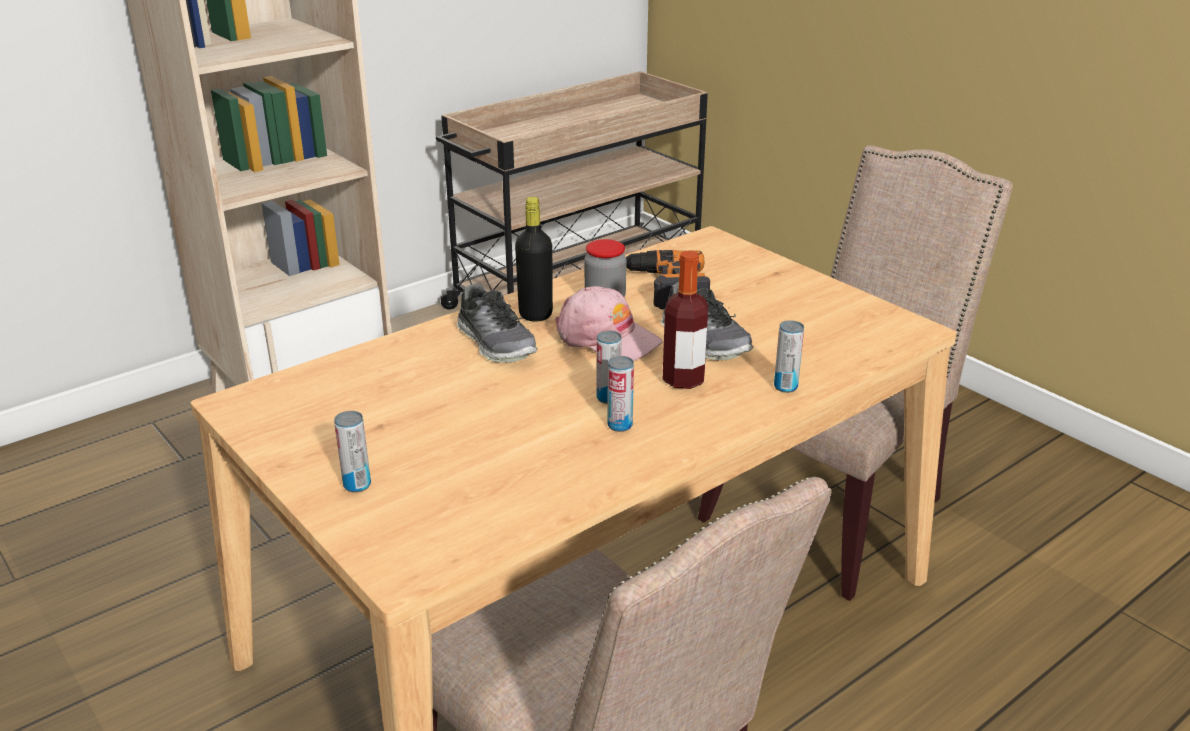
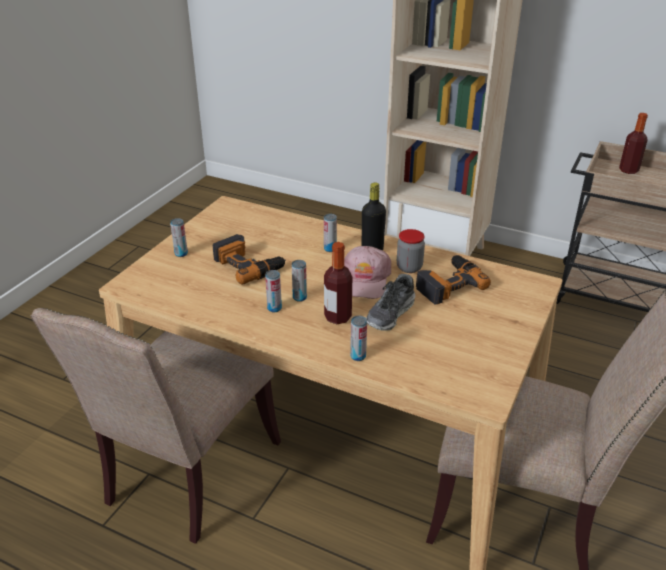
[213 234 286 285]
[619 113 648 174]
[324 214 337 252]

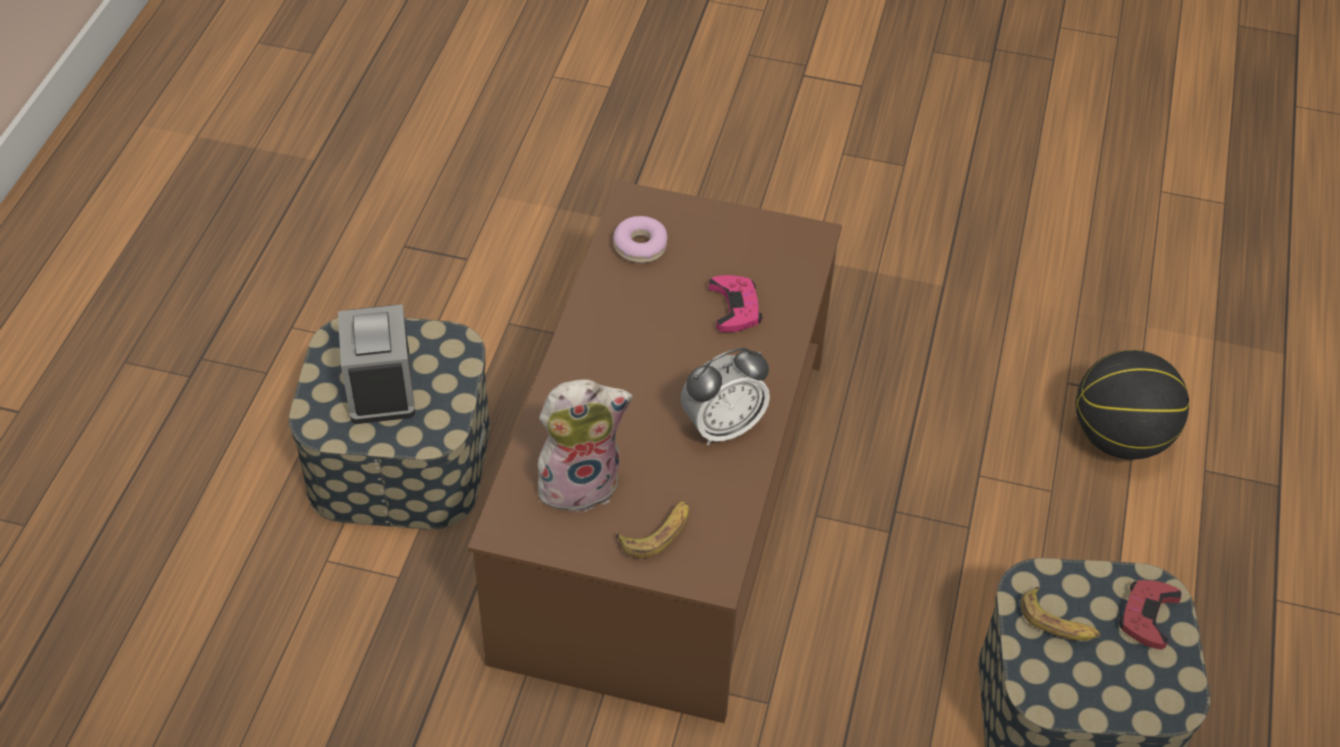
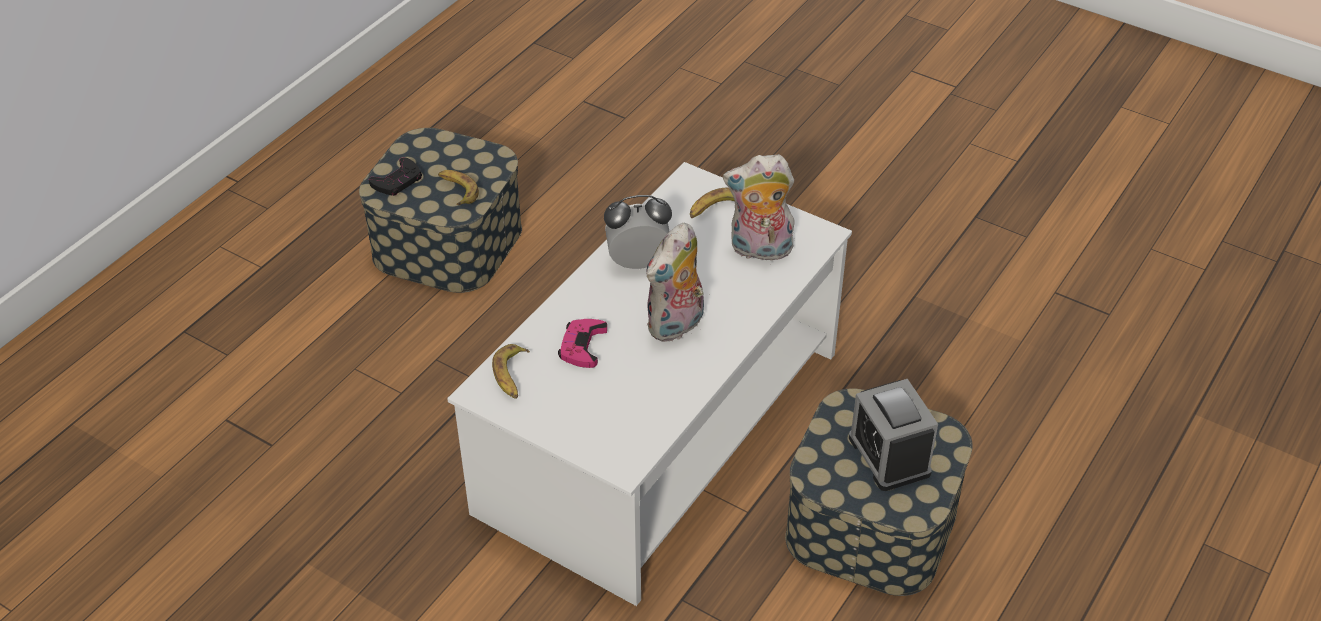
[613 216 667 263] (first image)
[1076 350 1189 460] (first image)
[492 344 530 399]
[647 223 704 342]
[447 162 852 606]
[369 157 422 196]
[849 379 938 491]

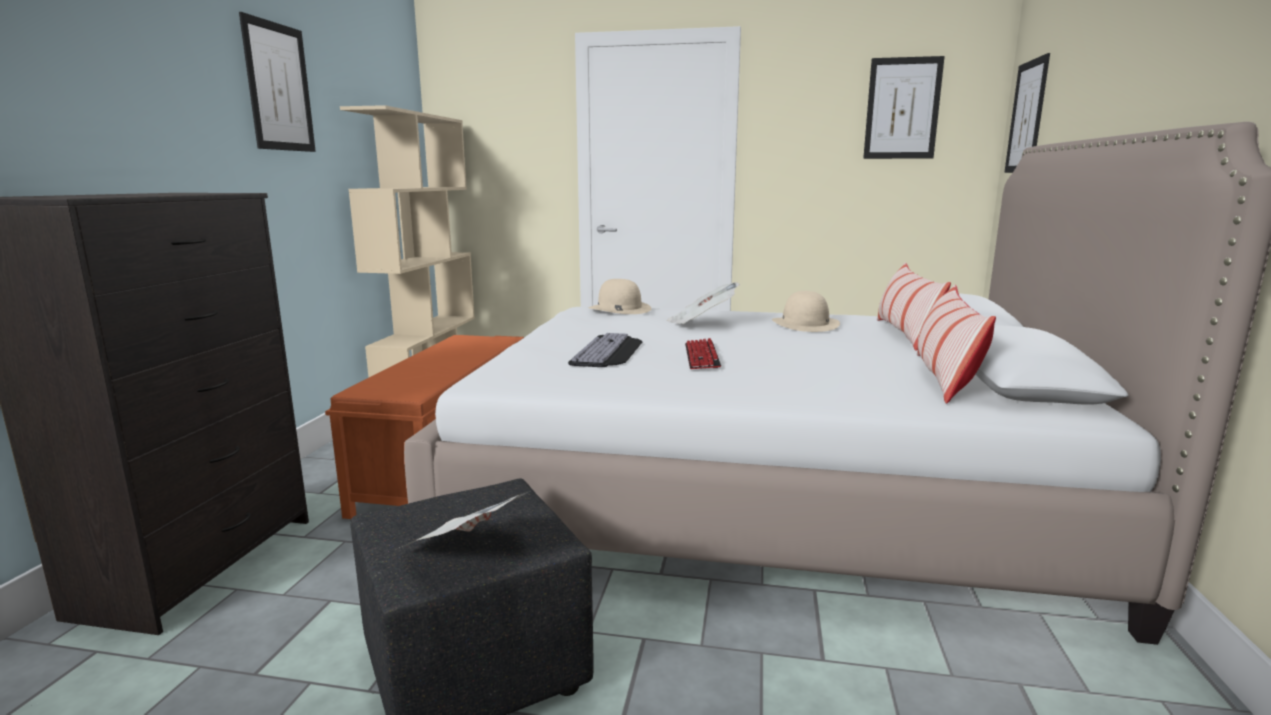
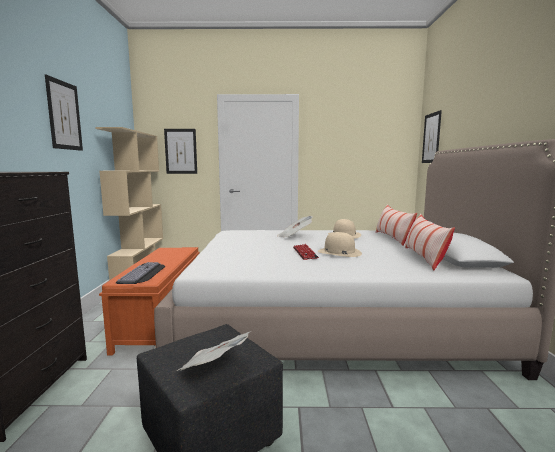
[116 262 165 284]
[318 232 362 257]
[164 129 197 174]

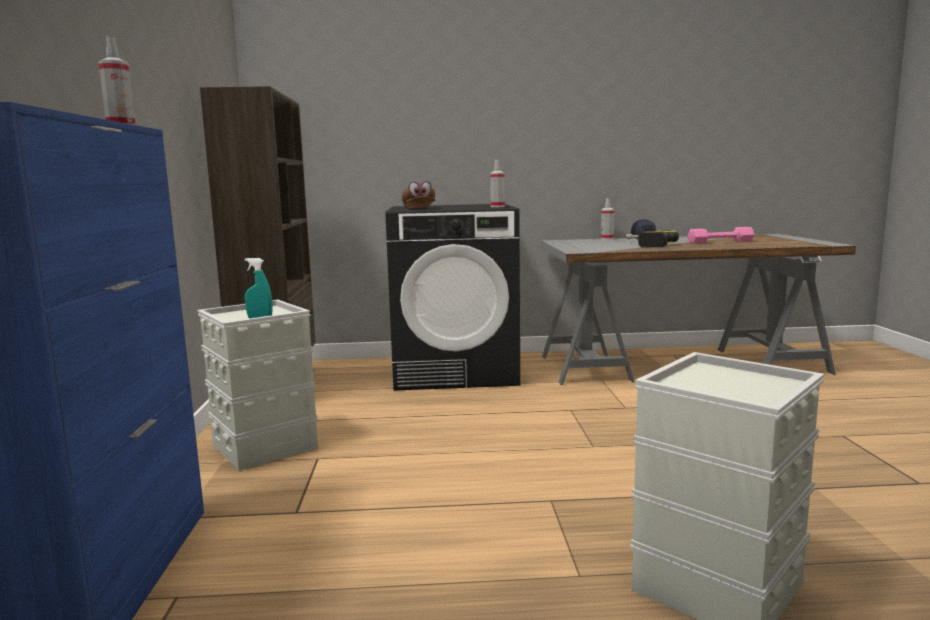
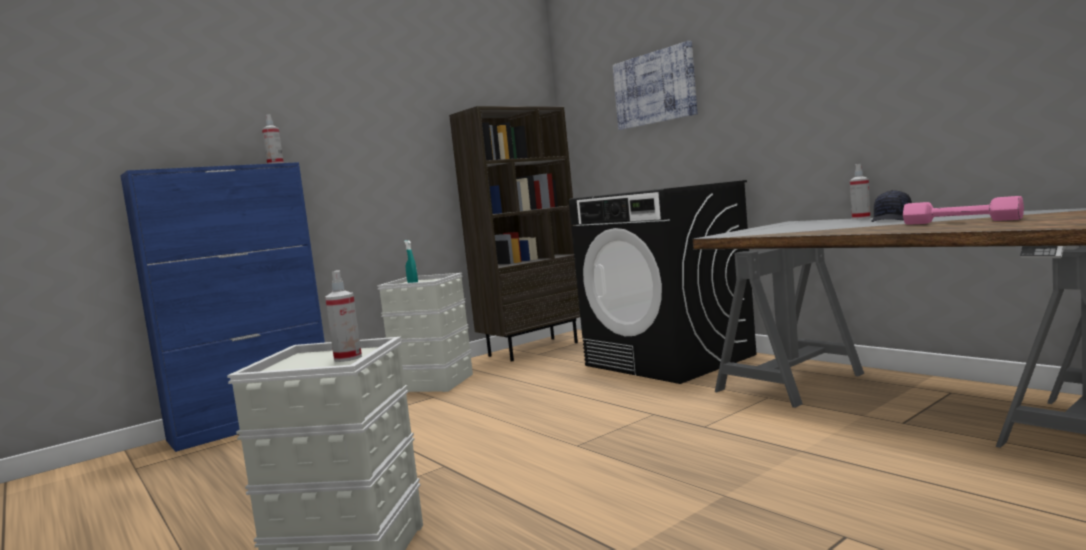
[402 180 435 209] (first image)
[626 231 679 248] (first image)
[613 41 697 130]
[325 270 362 362]

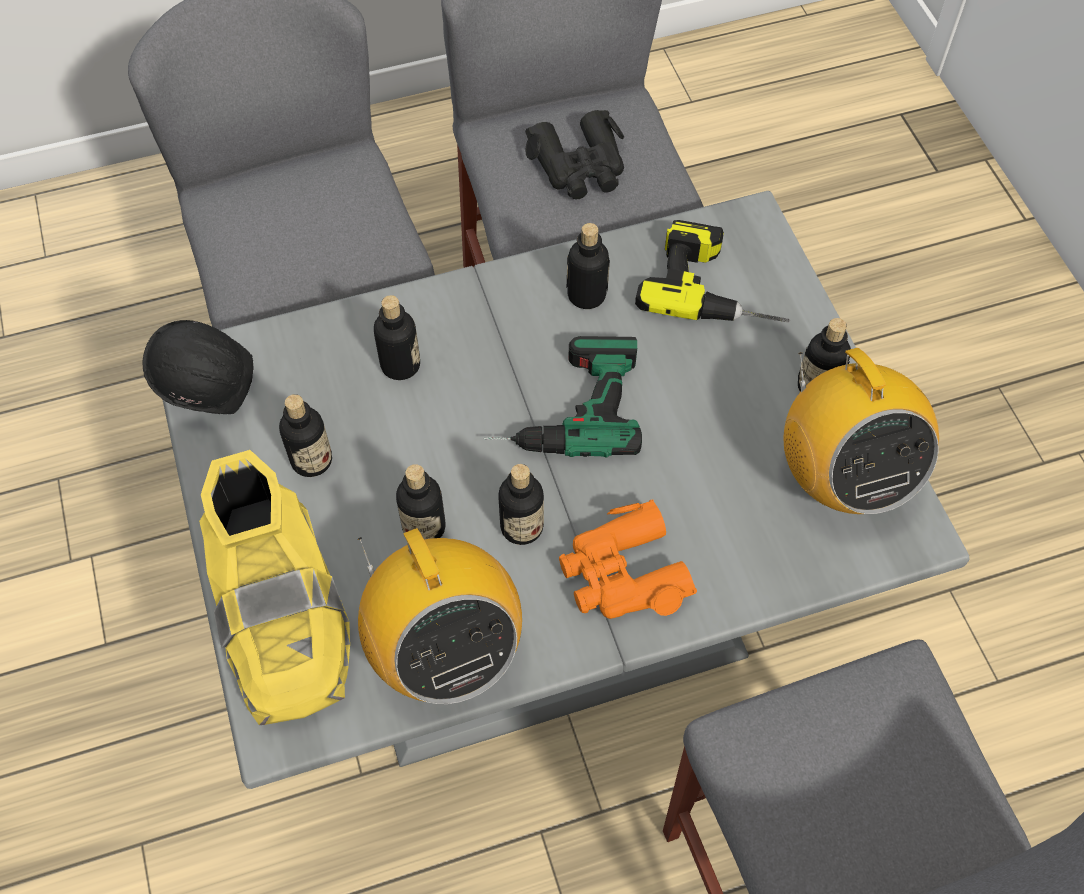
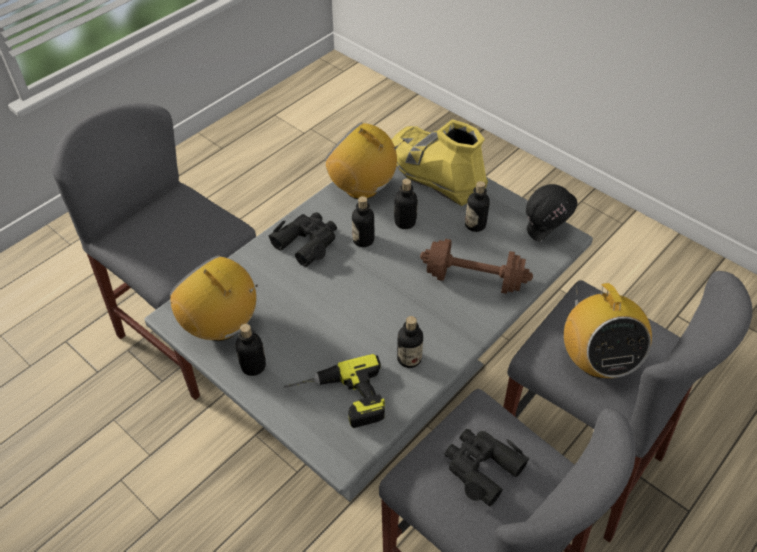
[484 336 642 458] (first image)
[564 283 652 378]
[420 239 533 294]
[269 212 337 267]

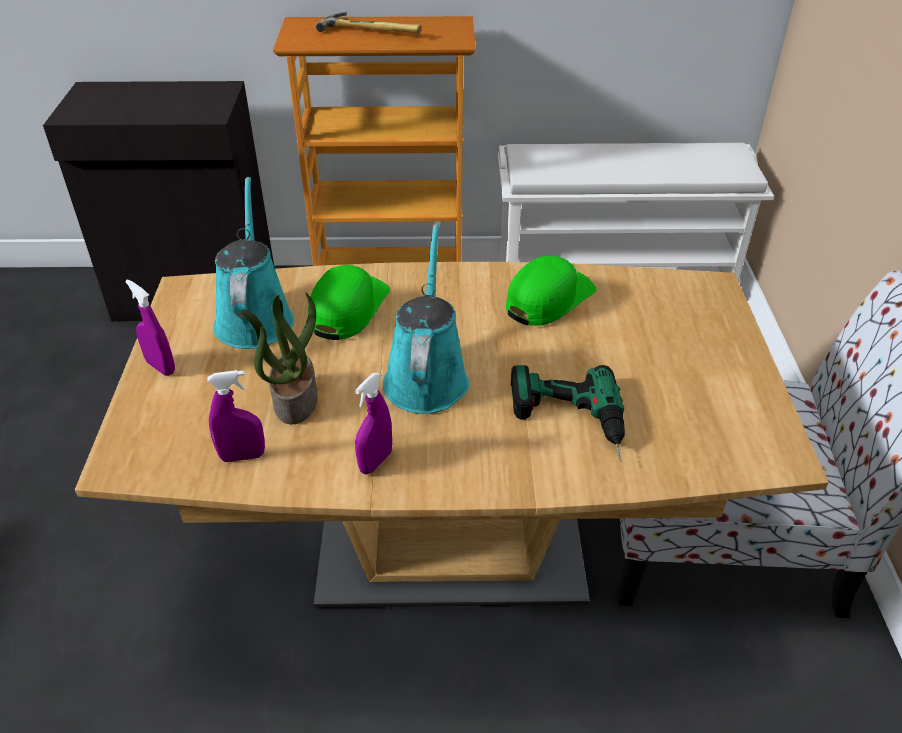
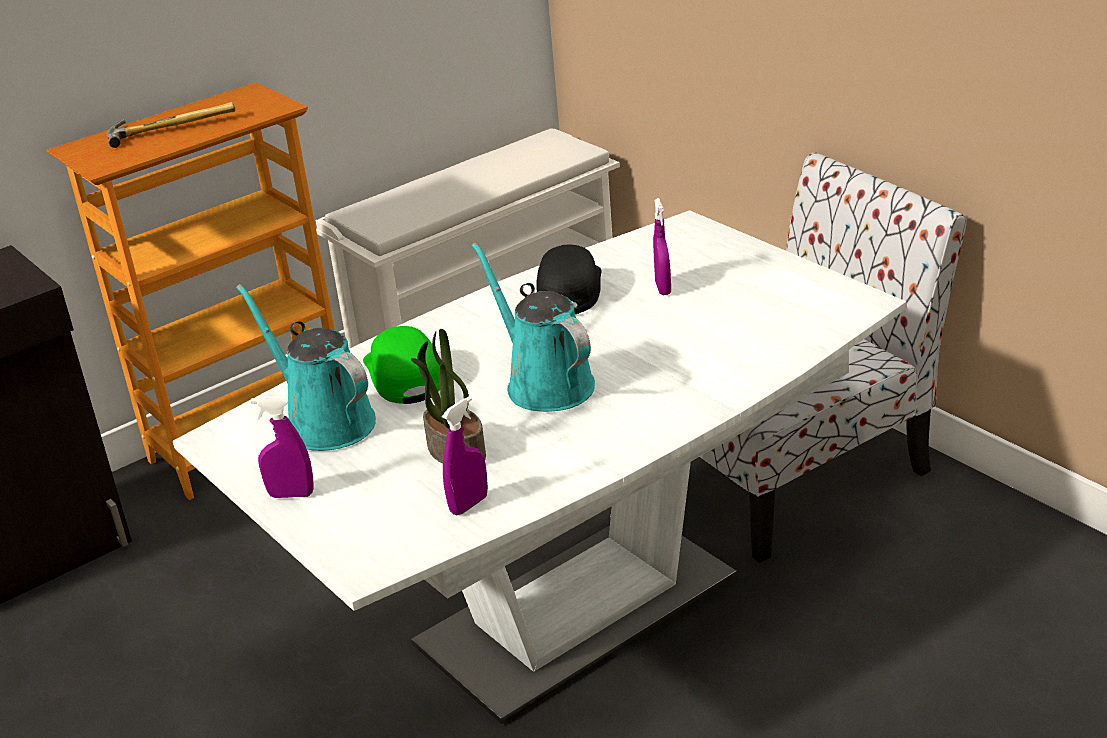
[511 365 625 462] (first image)
[653 198 671 295]
[173 210 906 724]
[536 244 602 314]

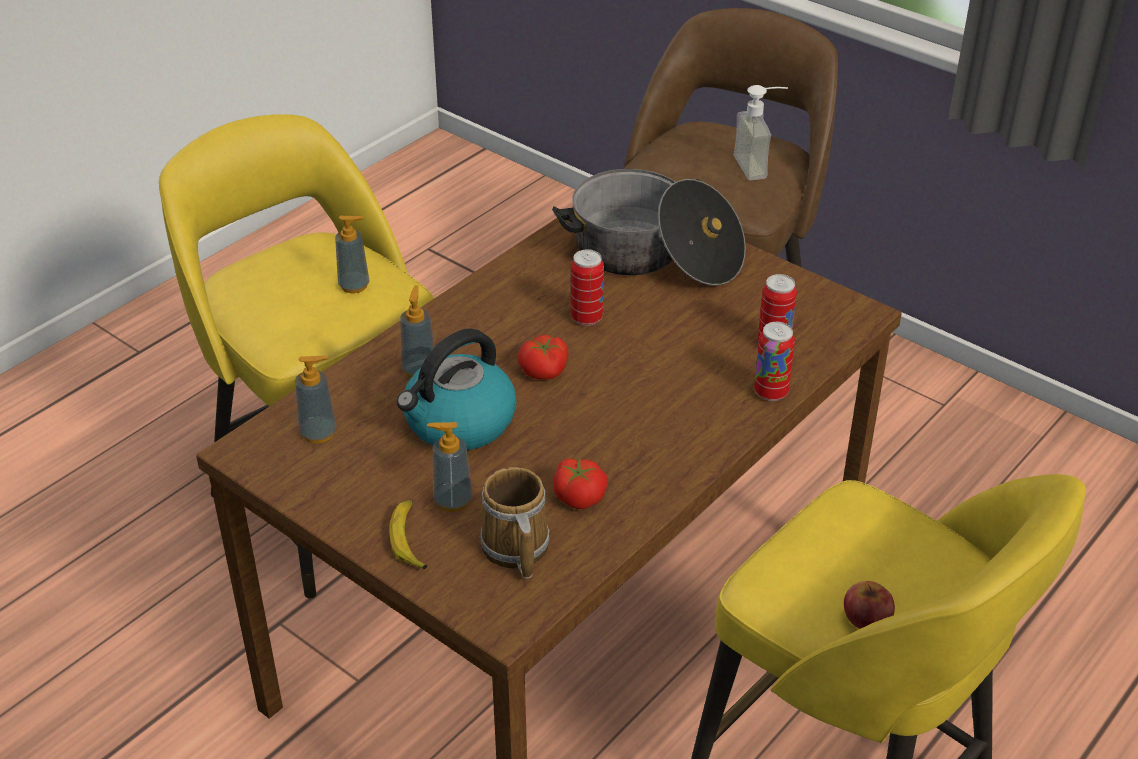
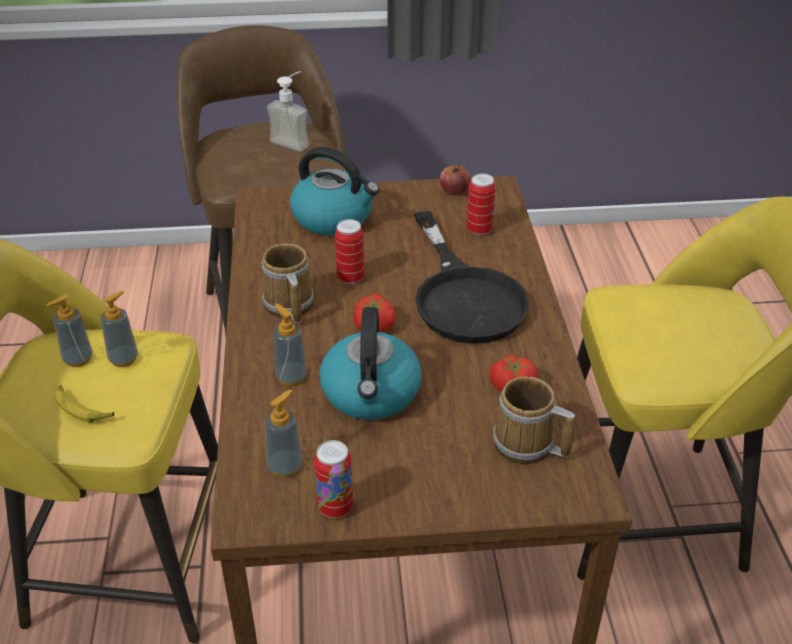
[261 243 314 323]
[414 211 530 344]
[54 385 114 422]
[47 294 93 367]
[314 440 353 518]
[440 165 471 195]
[290 147 379 235]

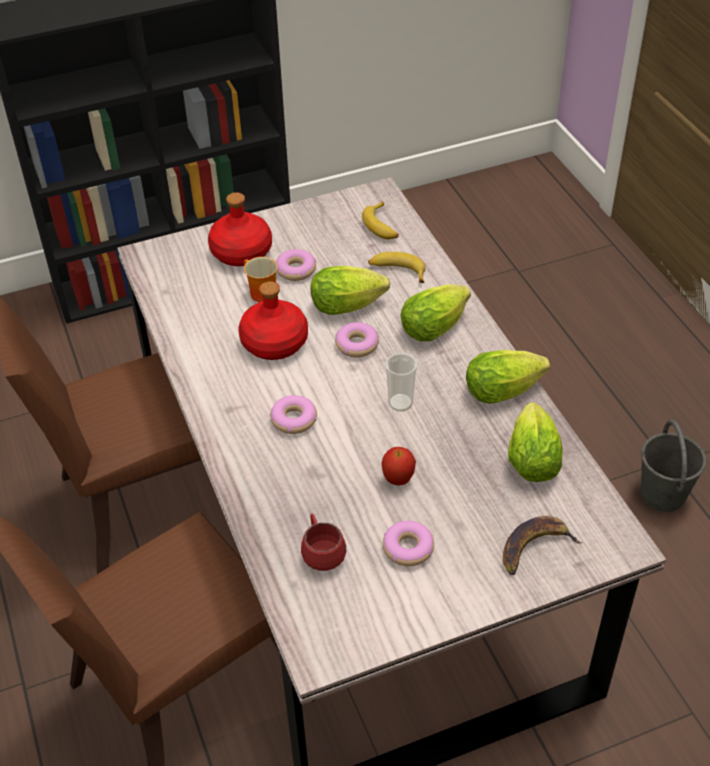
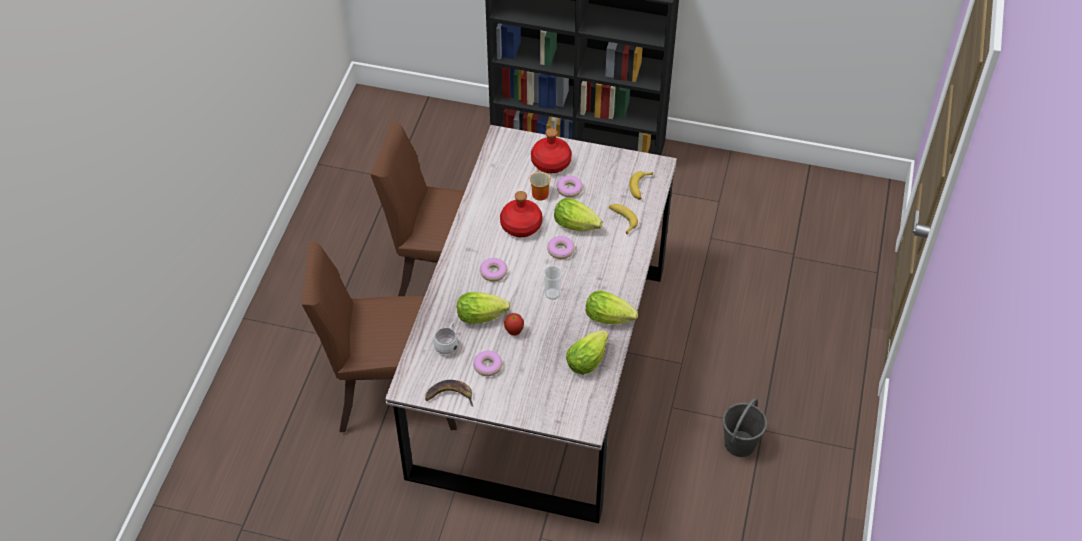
[457 292 510 324]
[425 380 473 407]
[433 322 459 354]

